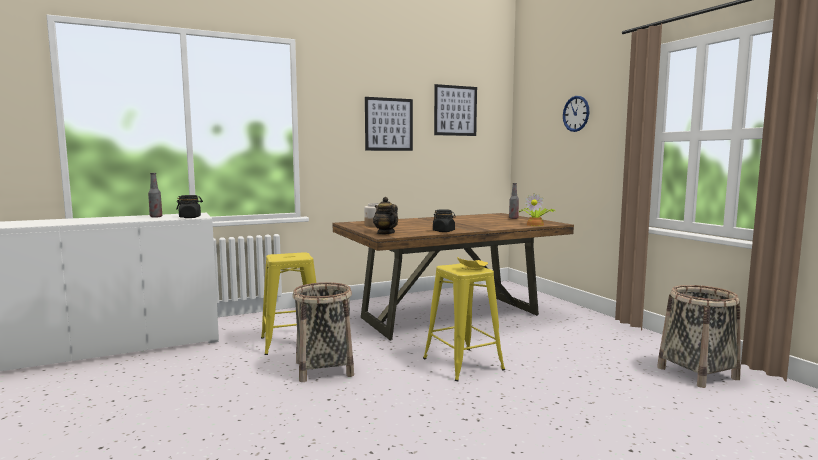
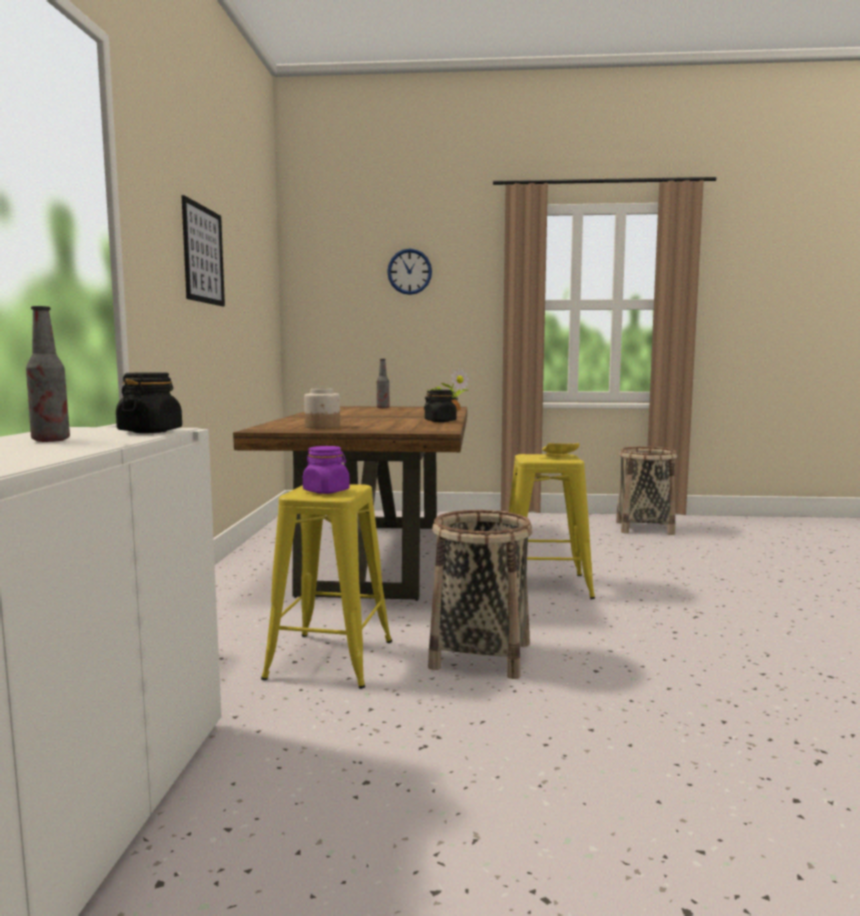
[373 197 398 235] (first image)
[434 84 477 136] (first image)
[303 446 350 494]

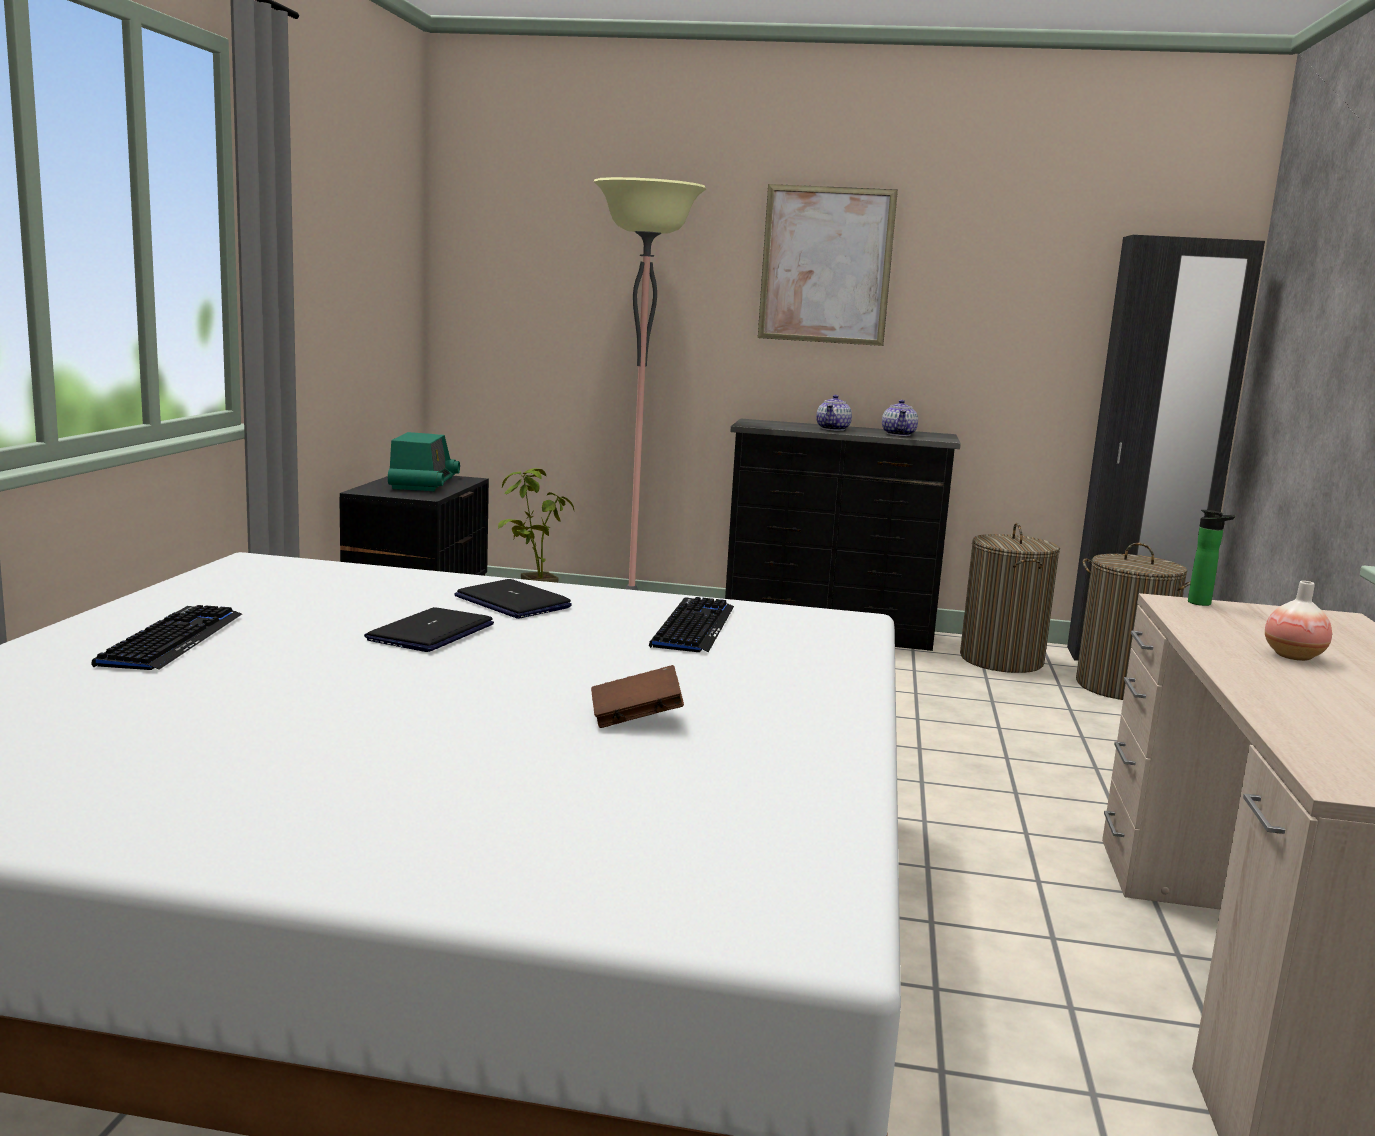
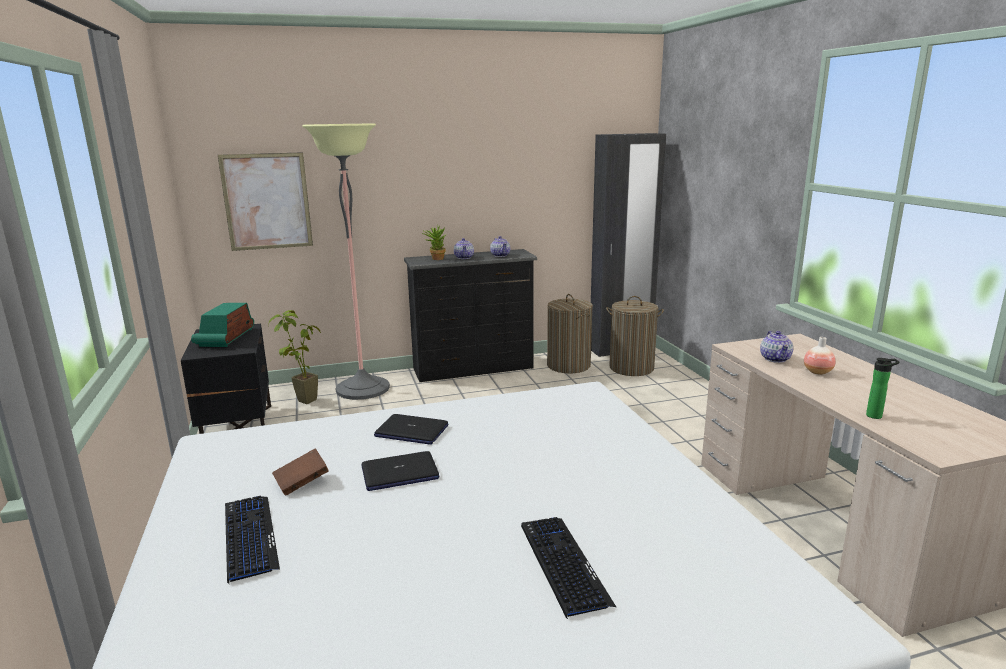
[422 226 446 260]
[760 331 793 363]
[272 449 329 496]
[521 517 616 619]
[218 152 313 251]
[866 358 899 419]
[362 451 440 491]
[191 303 254 347]

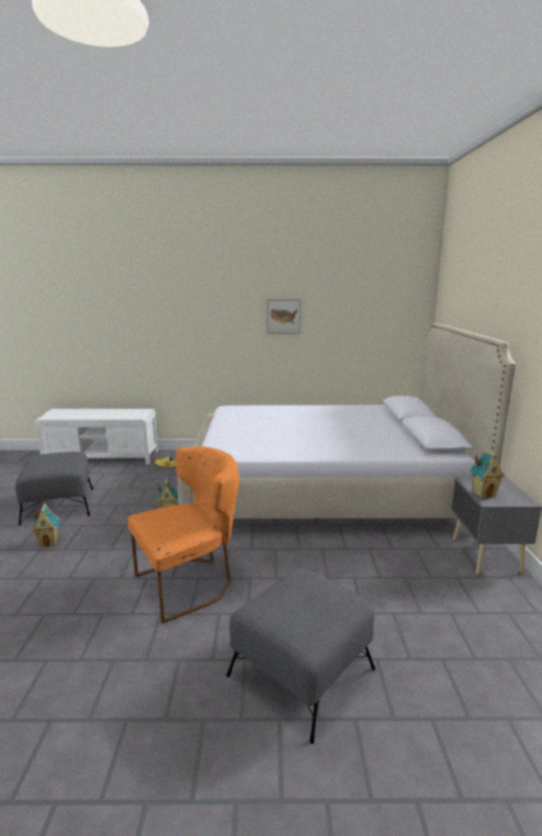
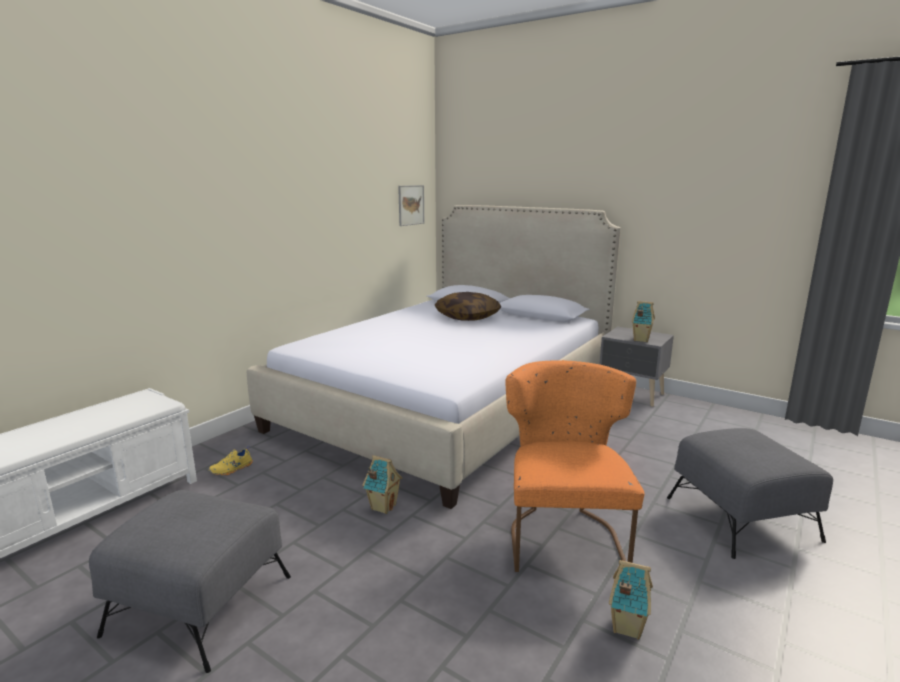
[434 292 502 321]
[609 560 653 640]
[398 185 424 226]

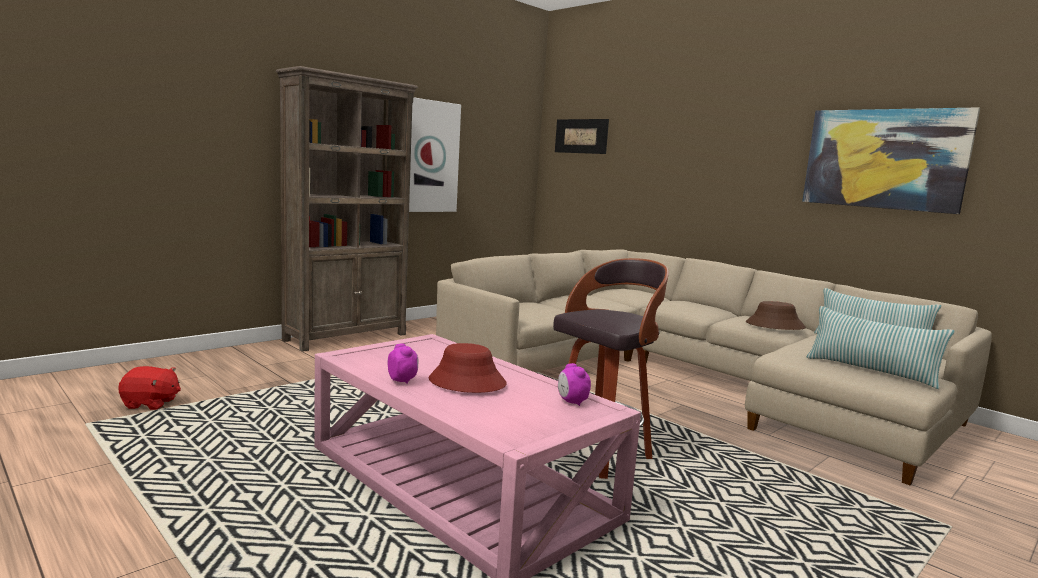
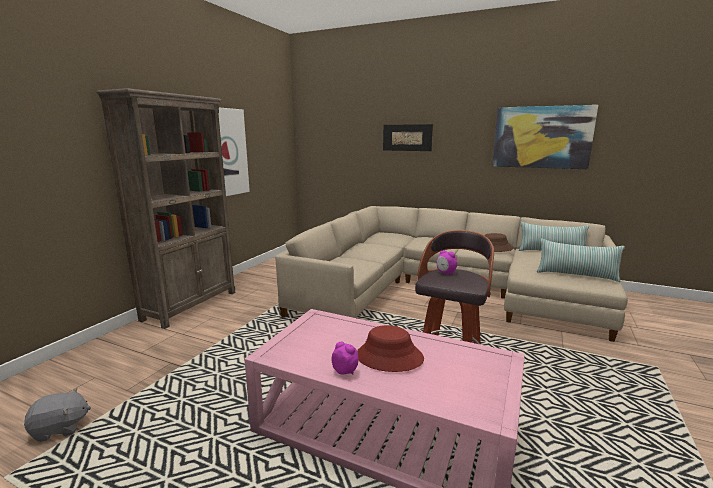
[383 124 433 151]
[437 250 457 274]
[24 388 91 442]

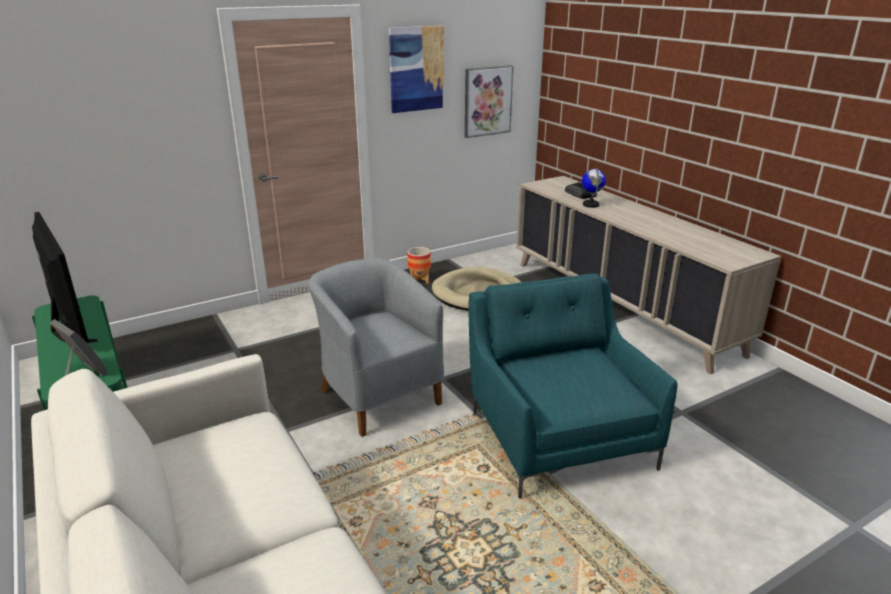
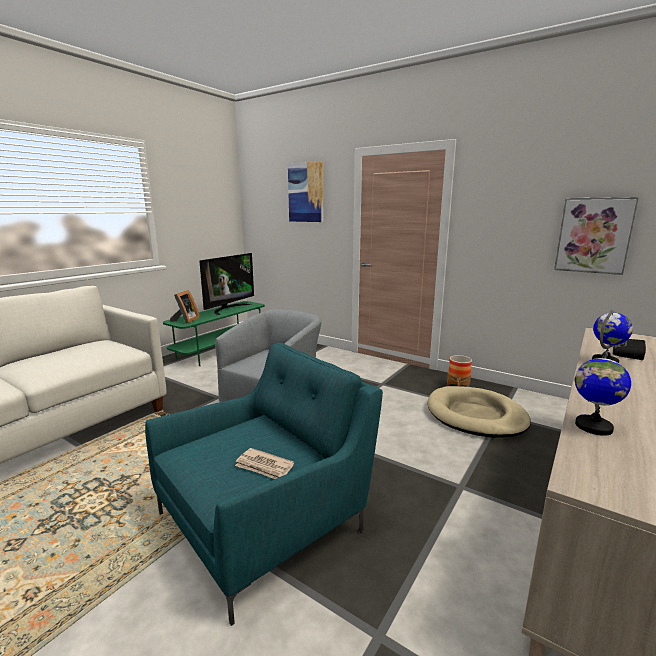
[235 448 294 479]
[575 351 631 436]
[288 161 323 222]

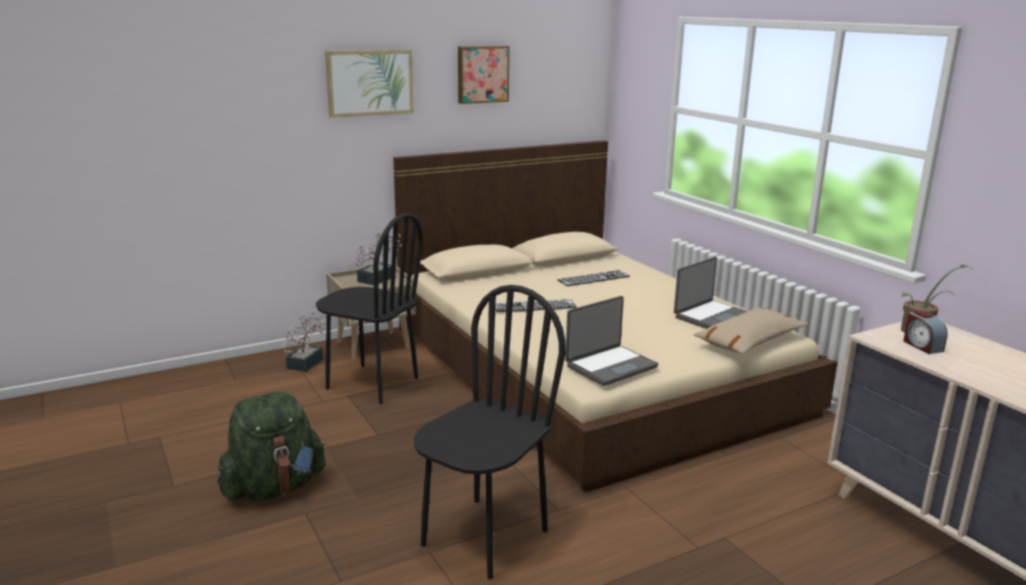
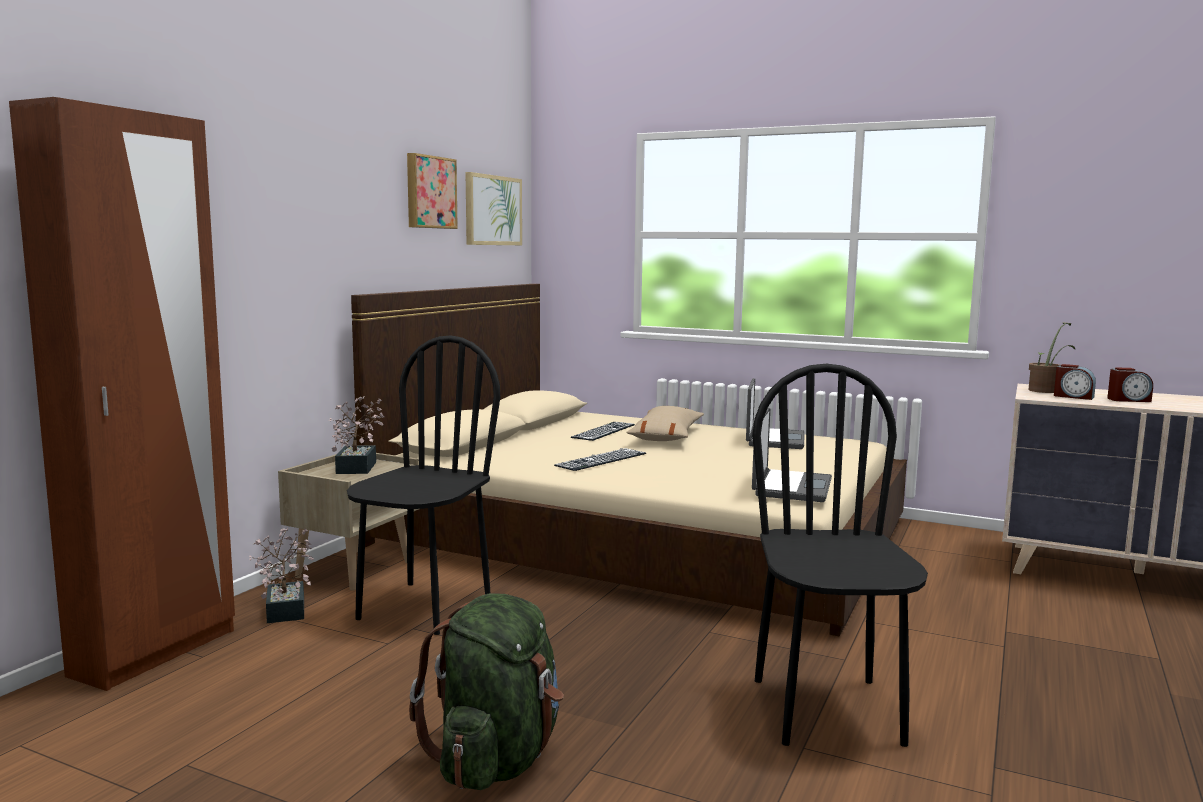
[9 97 235 691]
[1107 367 1153 402]
[466 172 522 245]
[626 406 704 441]
[347 336 501 635]

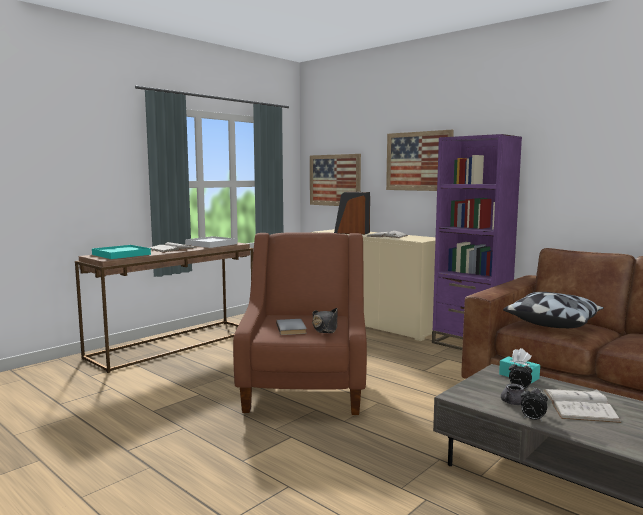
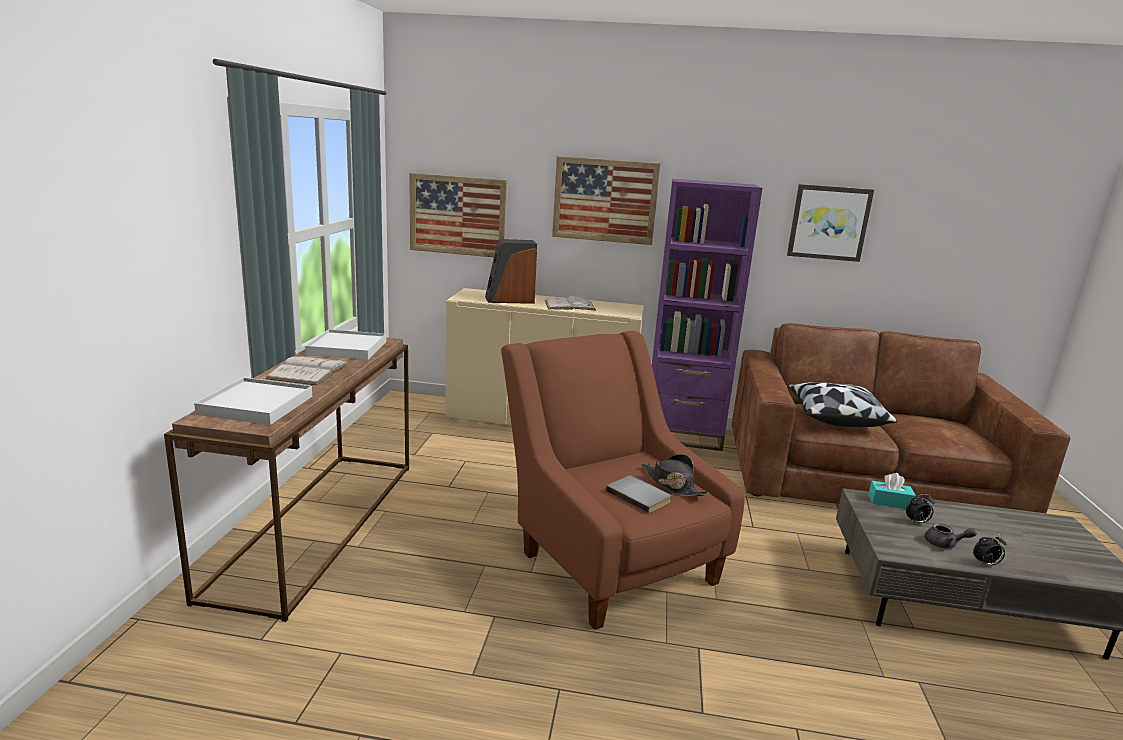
[544 389 621 423] (first image)
[787 184 874 262]
[194 377 312 425]

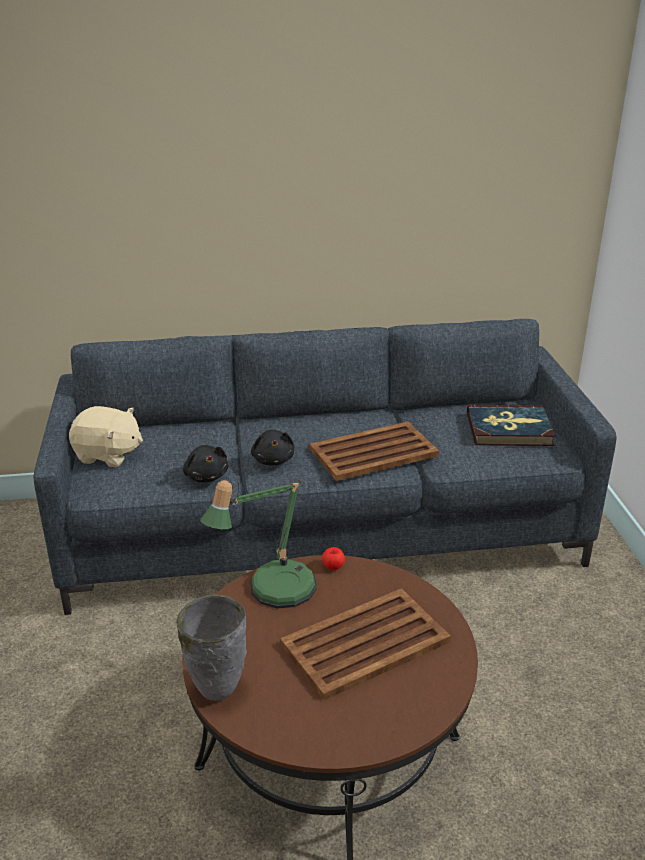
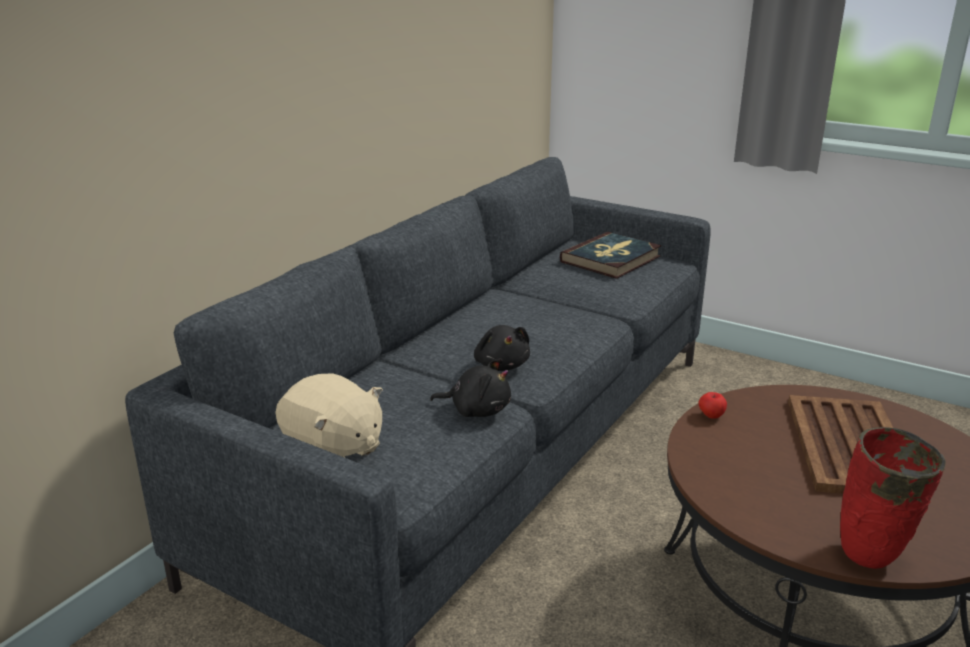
[200 480 317 609] (first image)
[309 421 439 481] (first image)
[840 427 946 569]
[276 373 383 458]
[474 325 530 371]

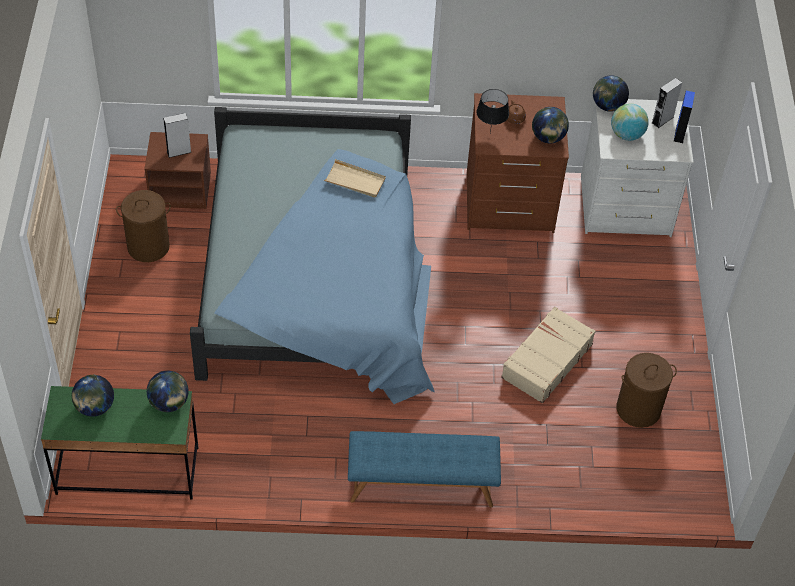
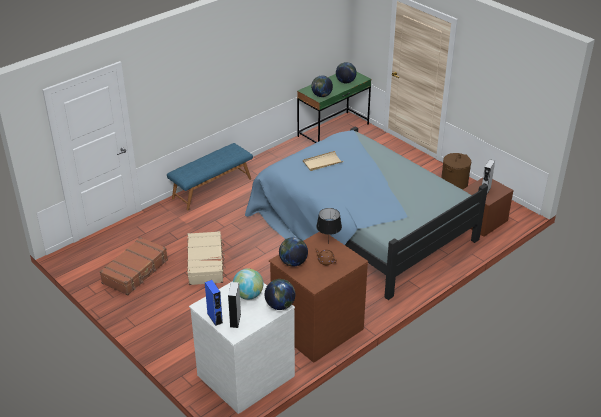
[303 151 344 171]
[99 237 168 295]

